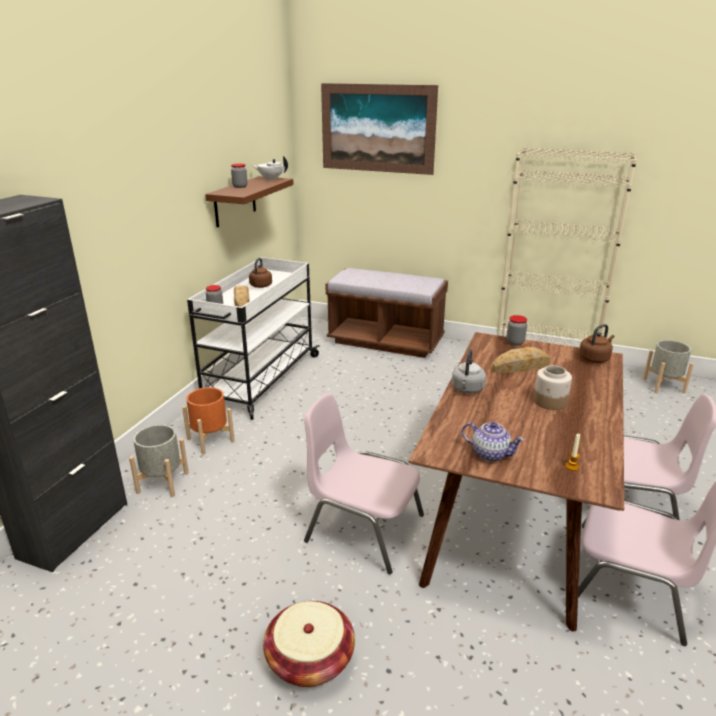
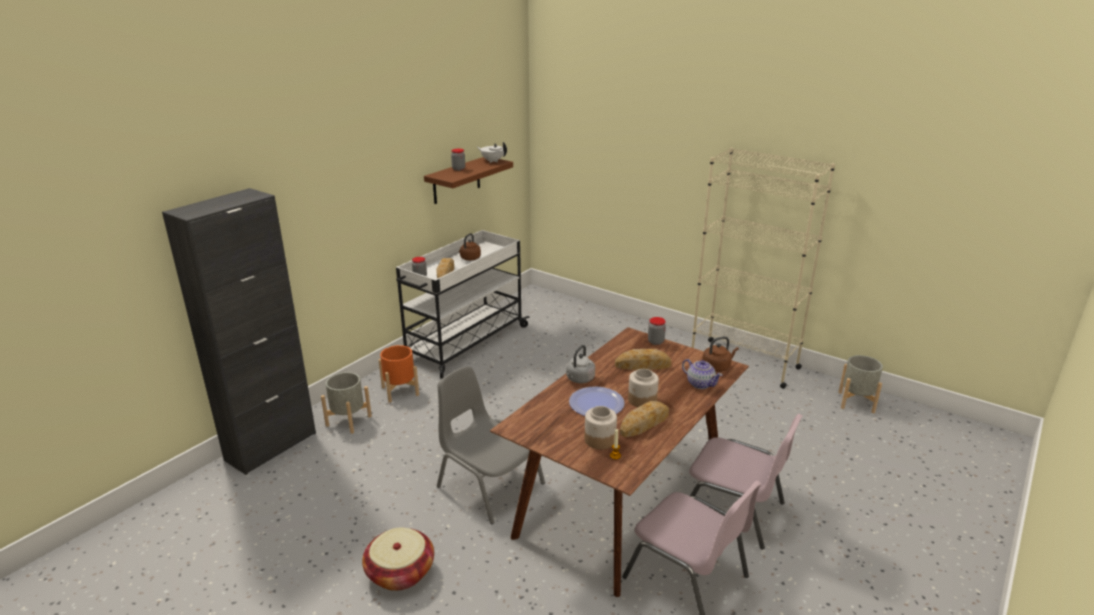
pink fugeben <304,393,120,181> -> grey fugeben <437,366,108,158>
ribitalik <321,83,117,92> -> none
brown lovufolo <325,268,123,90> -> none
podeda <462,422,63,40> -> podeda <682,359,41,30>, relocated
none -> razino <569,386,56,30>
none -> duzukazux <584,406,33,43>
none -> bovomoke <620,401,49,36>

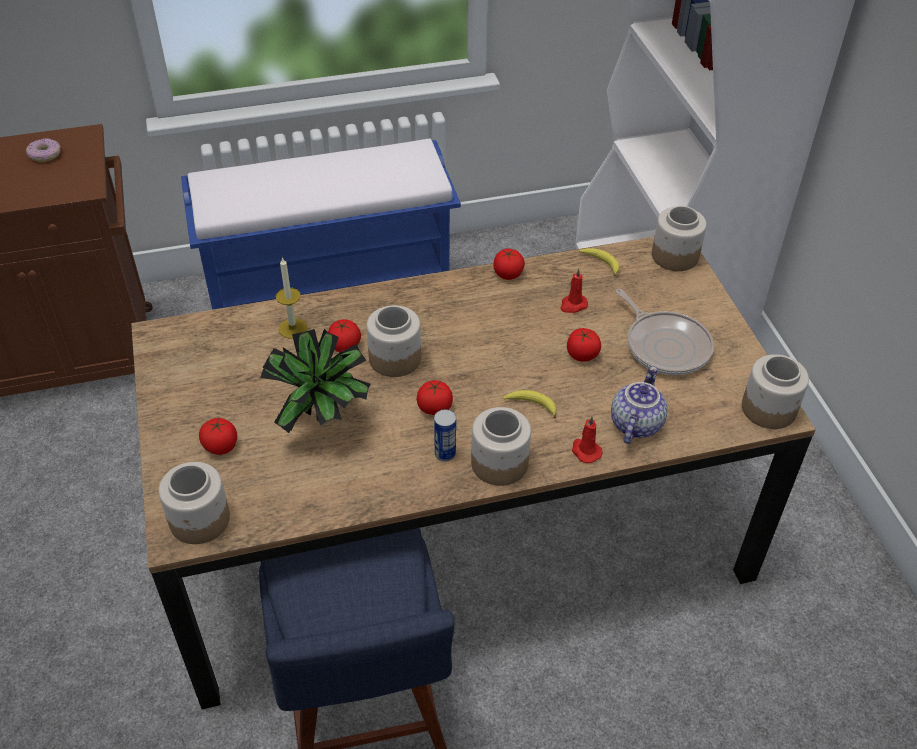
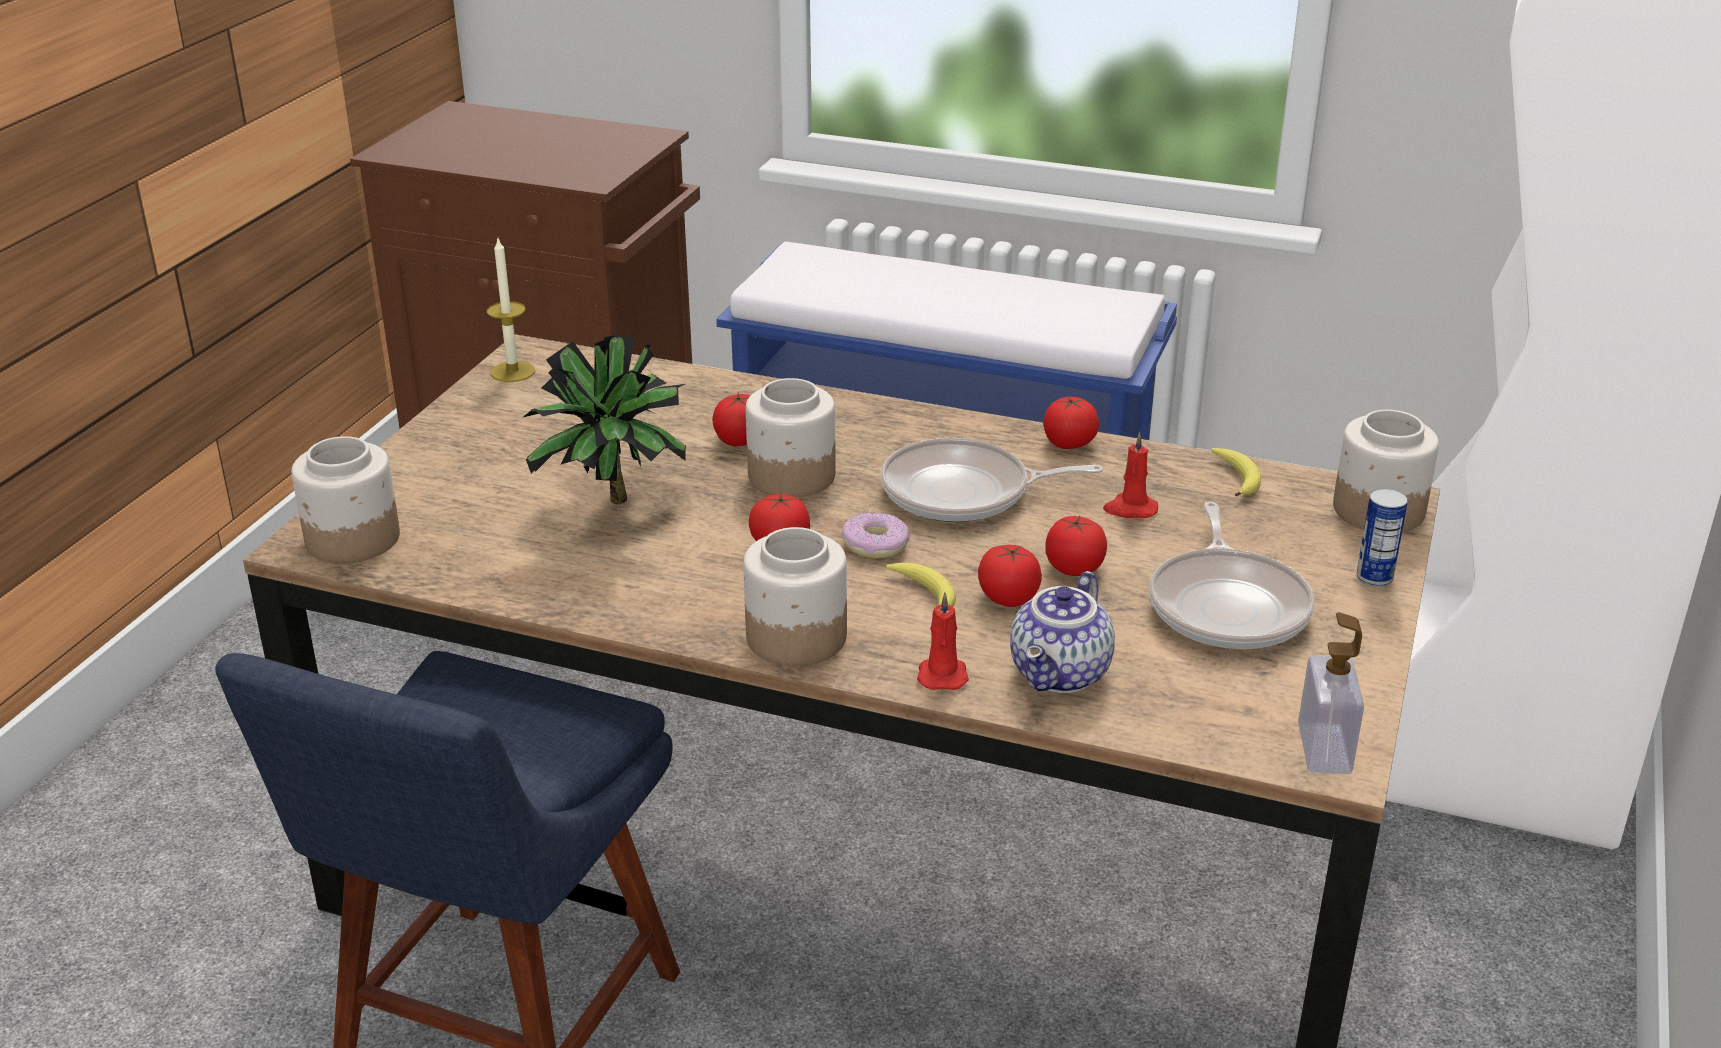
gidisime <26,139,35,23> -> gidisime <841,512,69,46>, relocated
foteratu <199,418,38,37> -> foteratu <978,545,64,62>, relocated
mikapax <276,257,31,81> -> mikapax <487,239,48,143>, relocated
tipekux <434,409,22,53> -> tipekux <1356,488,52,99>, relocated
podeda <611,366,57,78> -> podeda <1010,571,105,122>, 150 degrees clockwise
duzukazux <742,354,67,75> -> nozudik <1298,612,66,162>
none -> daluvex <881,438,222,84>

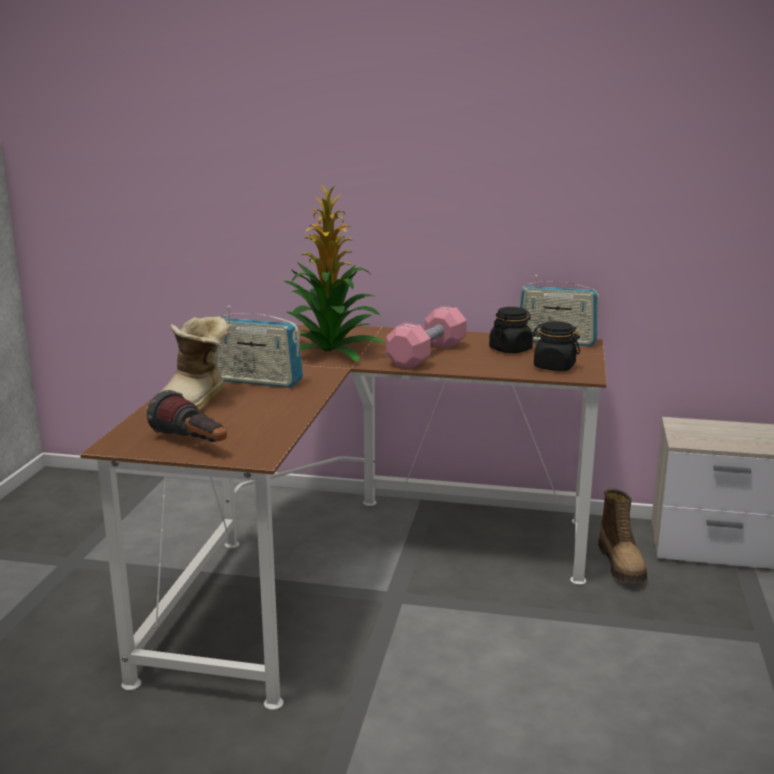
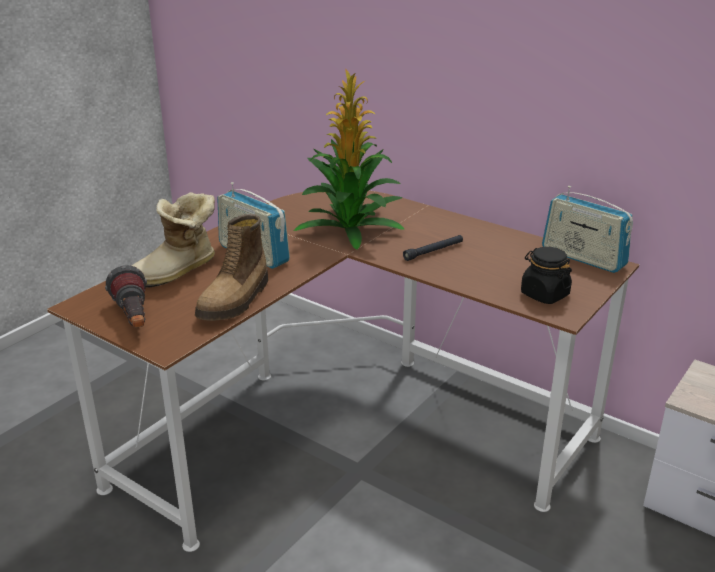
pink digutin <386,306,81,63> -> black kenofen <403,235,60,26>
black duzukazux <489,307,44,47> -> none
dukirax <598,488,49,95> -> dukirax <195,214,73,107>, relocated

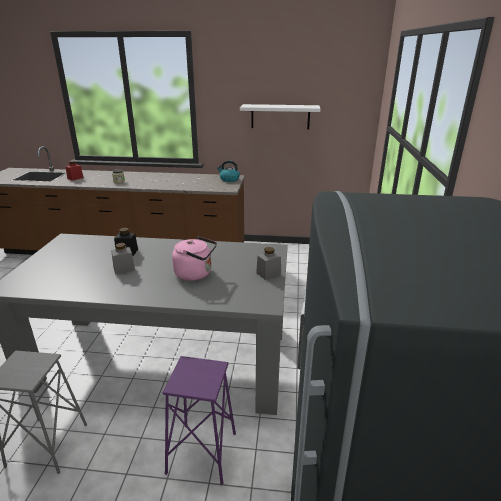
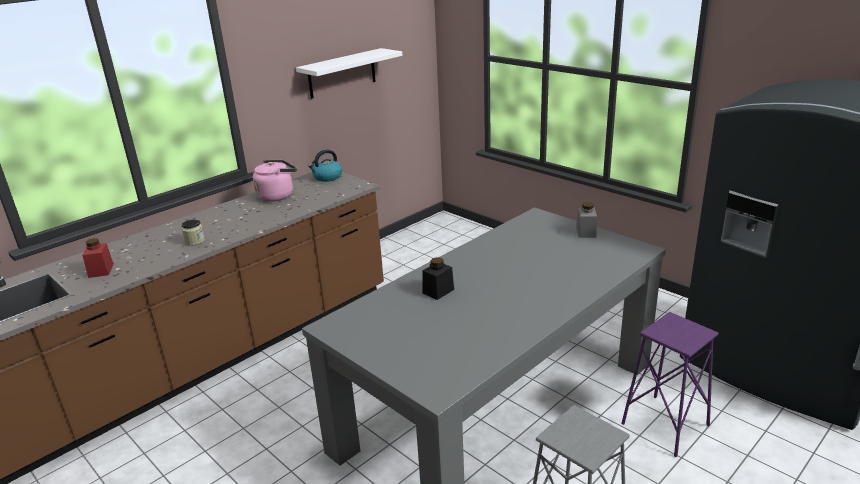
grey duzukazux <111,243,24,32> -> none
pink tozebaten <172,236,45,45> -> pink tozebaten <253,160,44,42>, relocated

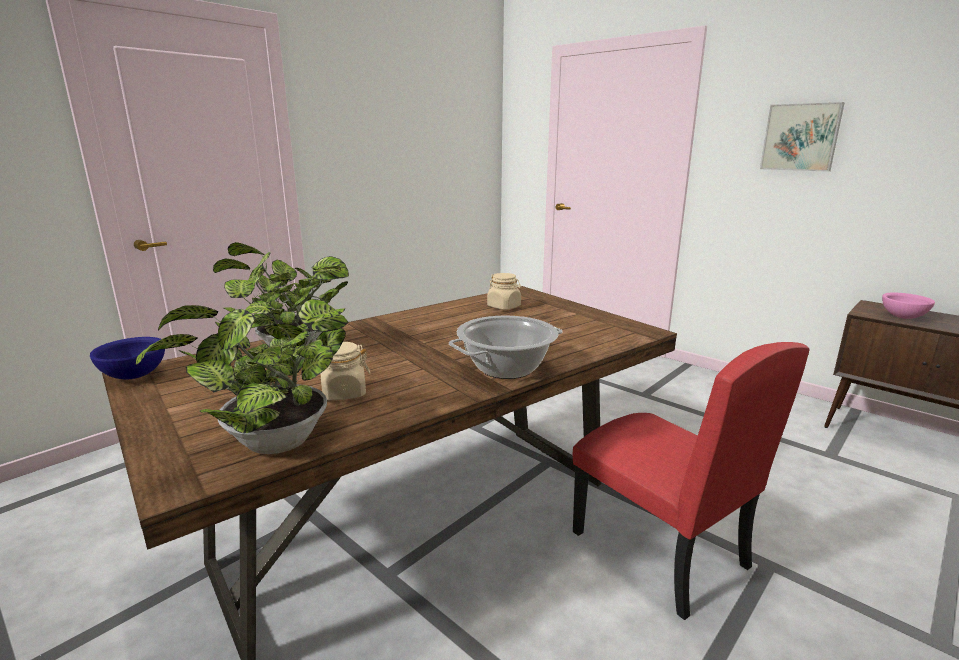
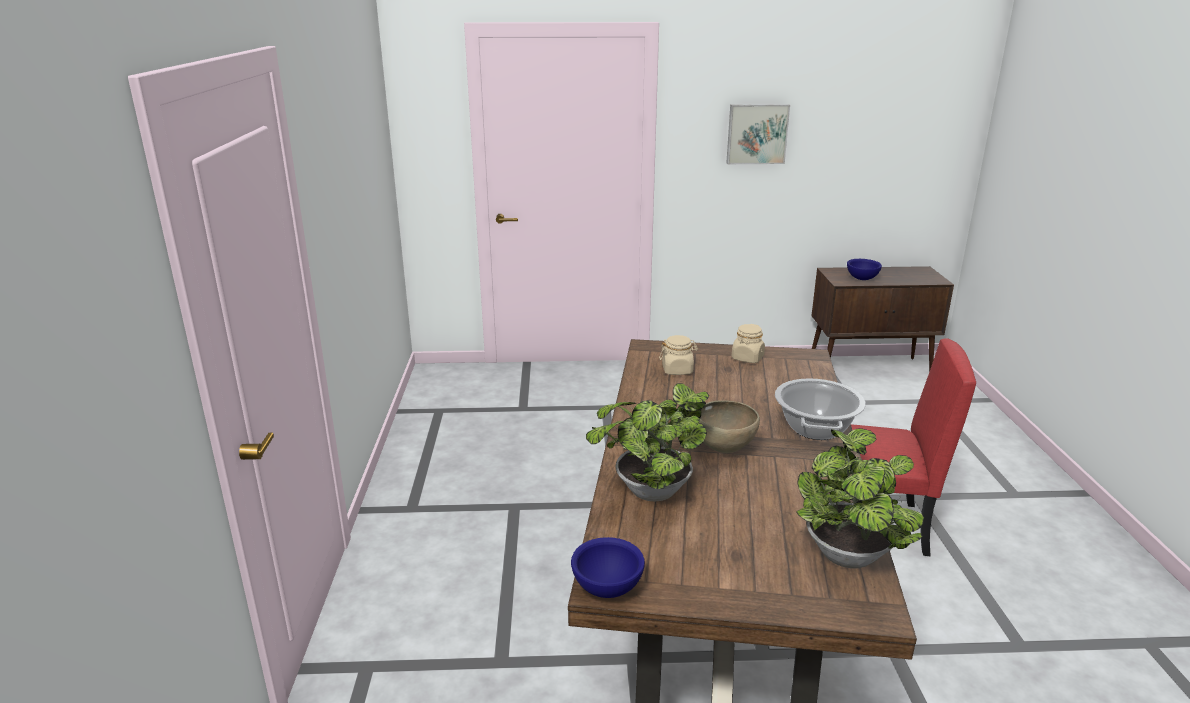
beige duzukazux <321,342,49,59> -> beige duzukazux <732,324,33,39>, relocated
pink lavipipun <882,292,53,27> -> blue lavipipun <847,259,35,21>
none -> brown lavipipun <699,400,61,53>

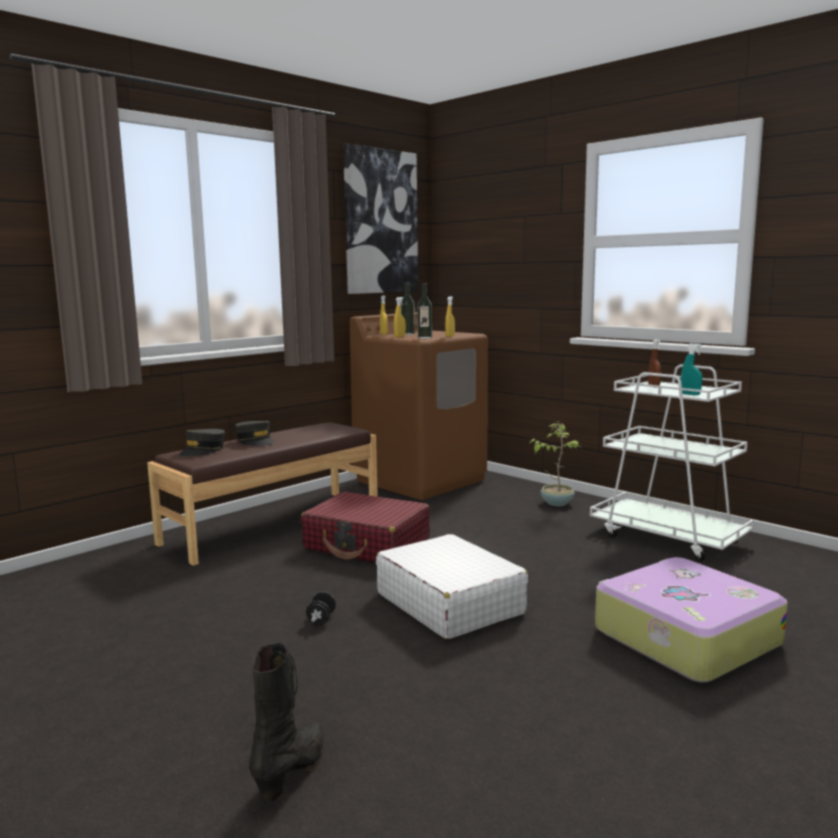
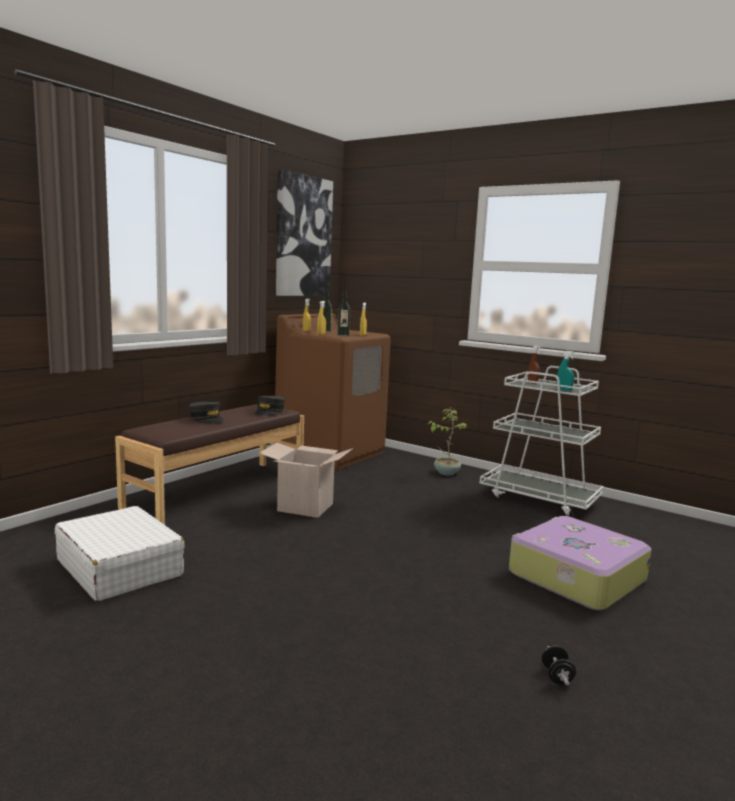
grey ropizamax <178,429,47,27> -> grey ropizamax <254,396,31,20>, relocated
black dukirax <249,642,75,160> -> none
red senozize <301,491,129,72> -> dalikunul <259,443,94,75>
black digutin <306,592,30,32> -> black digutin <542,645,34,41>, relocated
white senozize <376,534,153,105> -> white senozize <55,506,130,95>, relocated

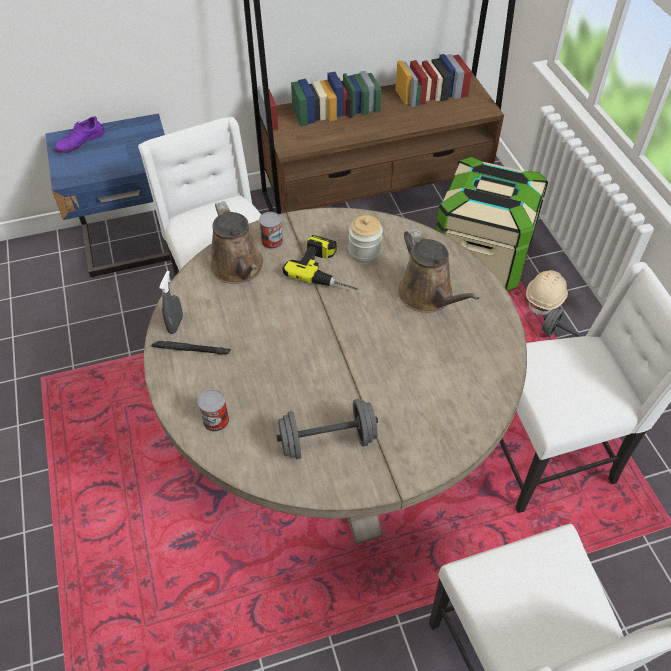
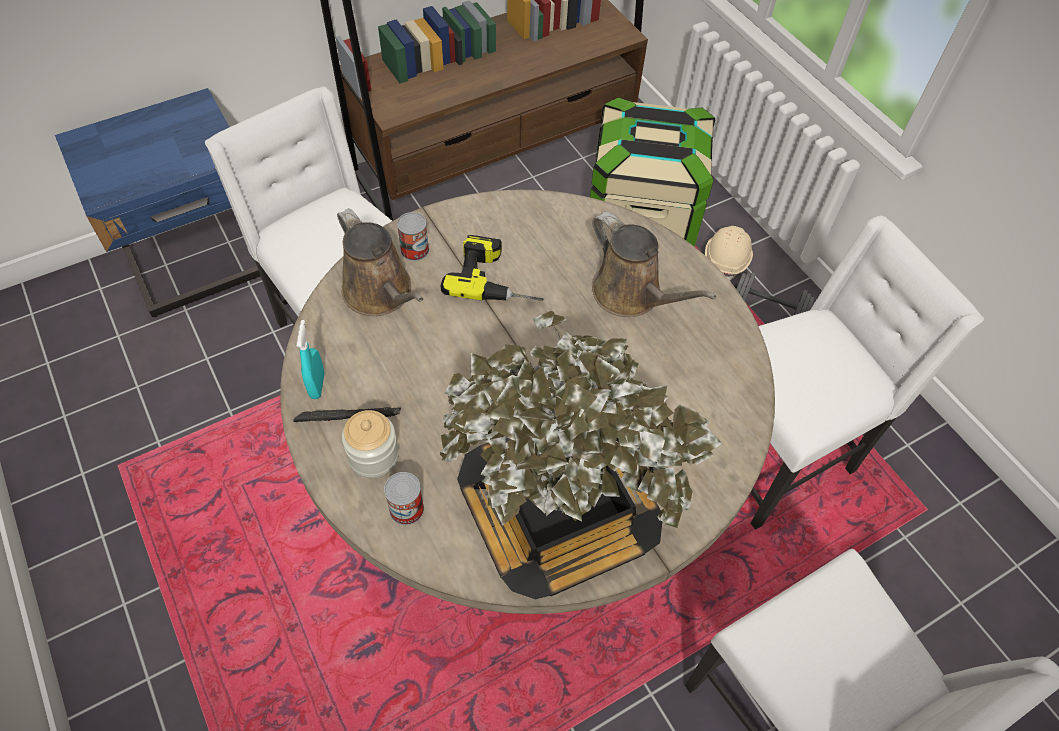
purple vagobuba <54,116,51,37> -> none
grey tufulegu <159,271,24,63> -> turquoise tufulegu <296,320,28,79>
grey digutin <276,399,102,60> -> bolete <439,311,283,288>
duzukazux <348,215,35,48> -> duzukazux <342,410,57,68>, relocated

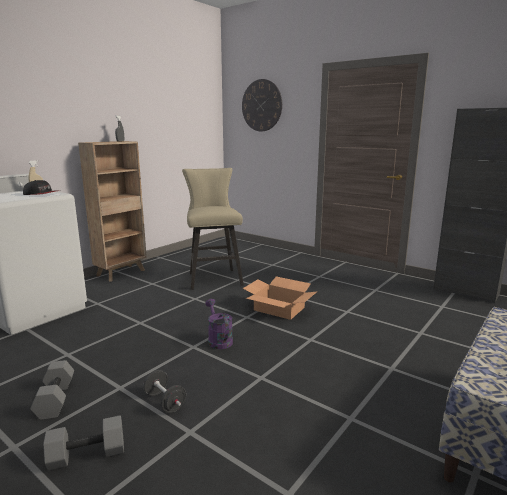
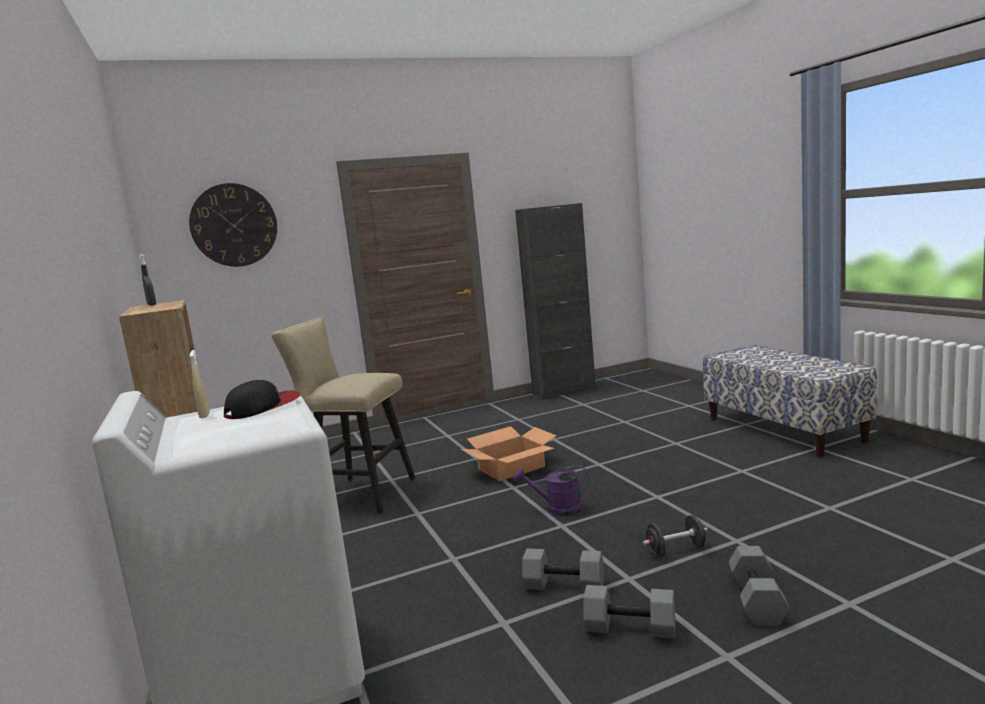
none -> grey digutin <522,549,82,43>

